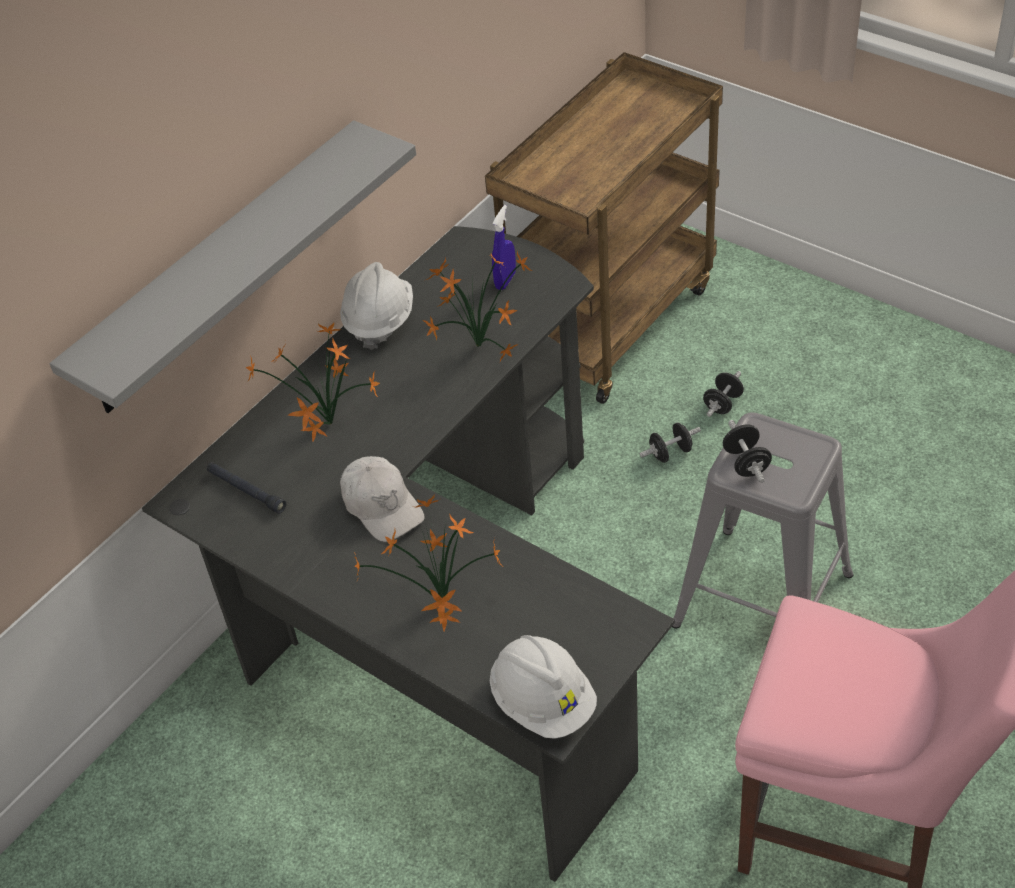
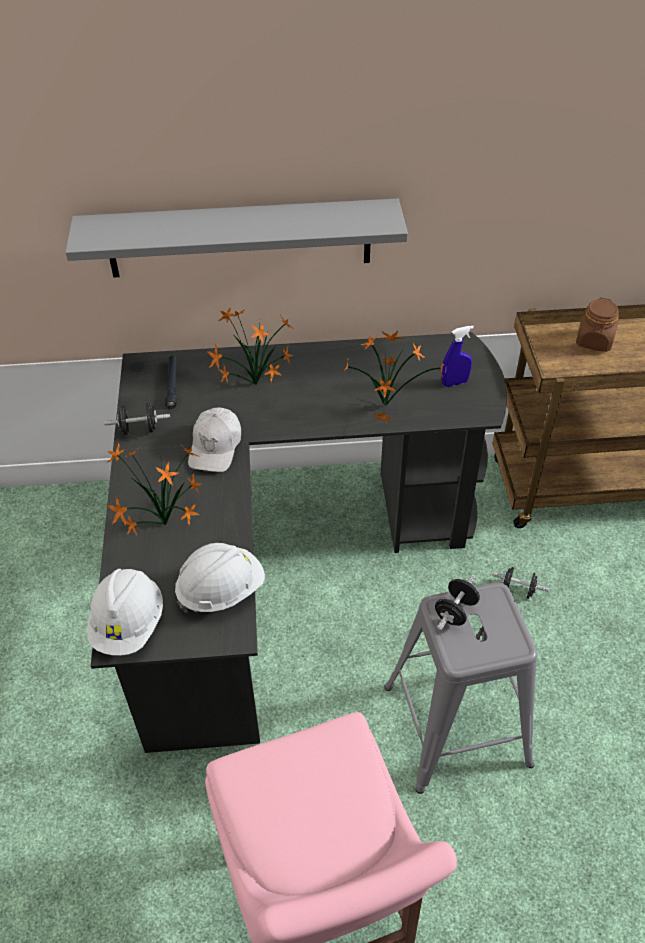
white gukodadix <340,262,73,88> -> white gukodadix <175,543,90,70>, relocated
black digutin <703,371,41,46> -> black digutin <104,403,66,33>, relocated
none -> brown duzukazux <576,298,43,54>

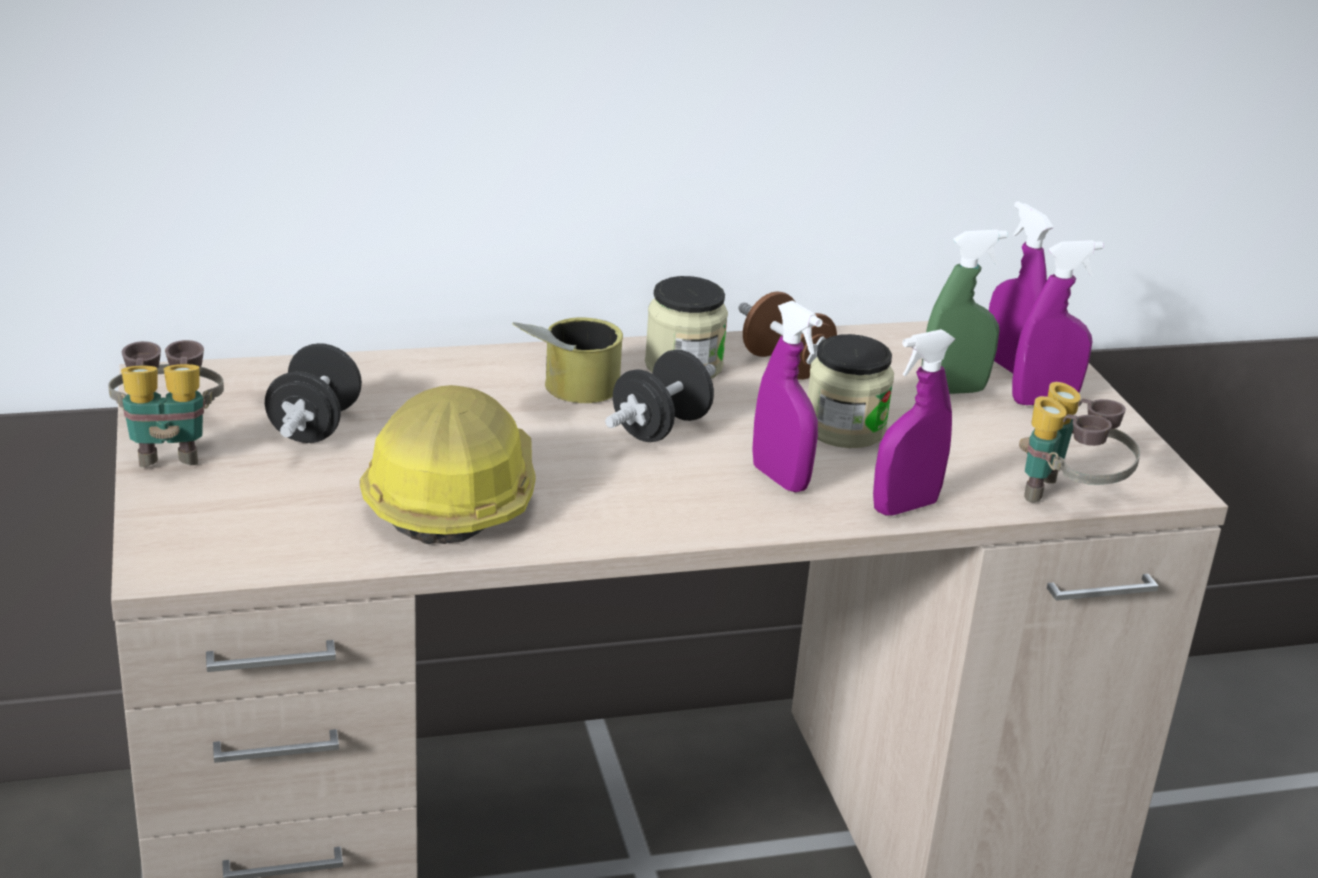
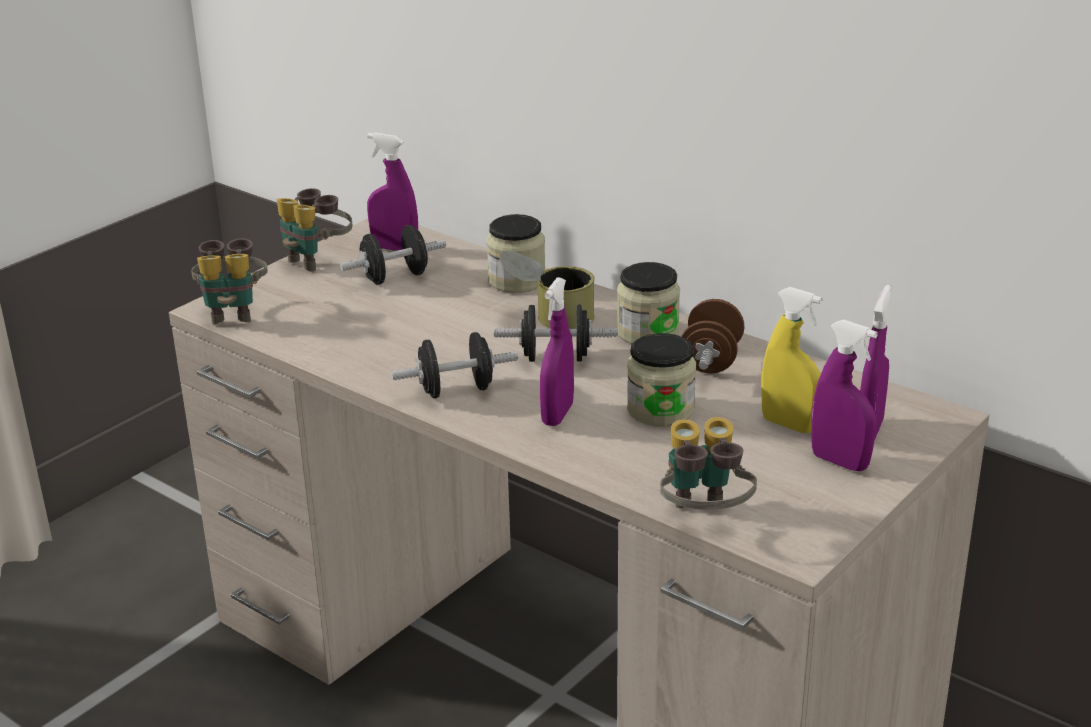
gukodadix <360,385,175,159> -> none
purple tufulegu <873,329,82,186> -> purple tufulegu <367,133,51,118>, relocated
green tufulegu <921,229,87,165> -> yellow tufulegu <761,287,62,146>
none -> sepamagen <191,239,77,85>
none -> black digutin <391,332,127,66>
none -> duzukazux <487,214,58,79>

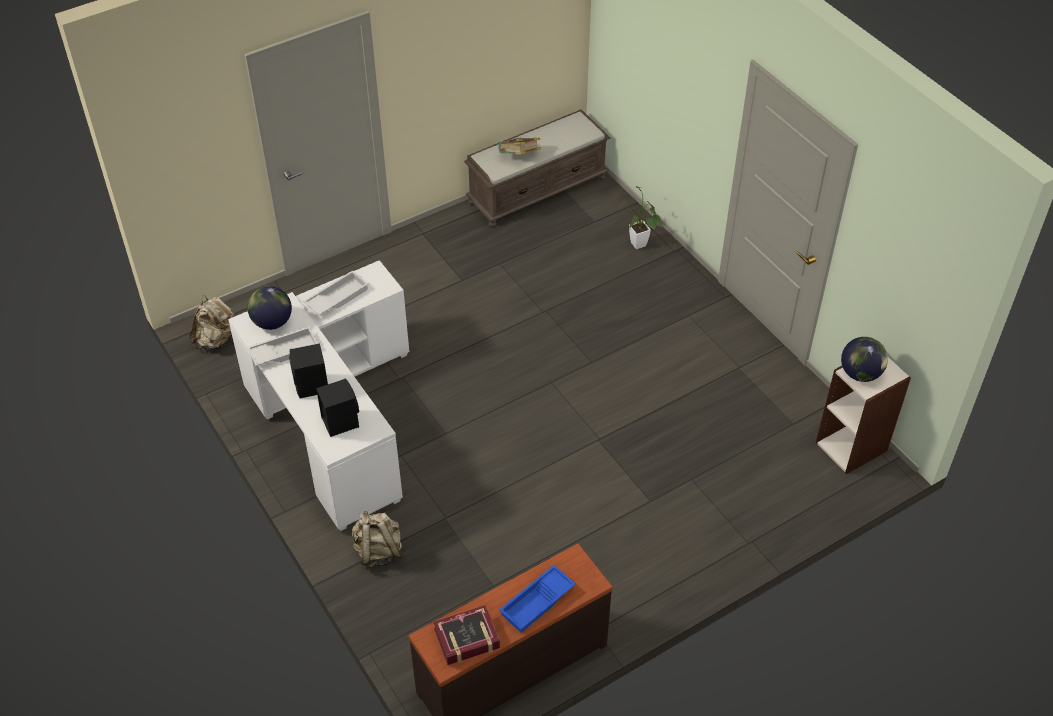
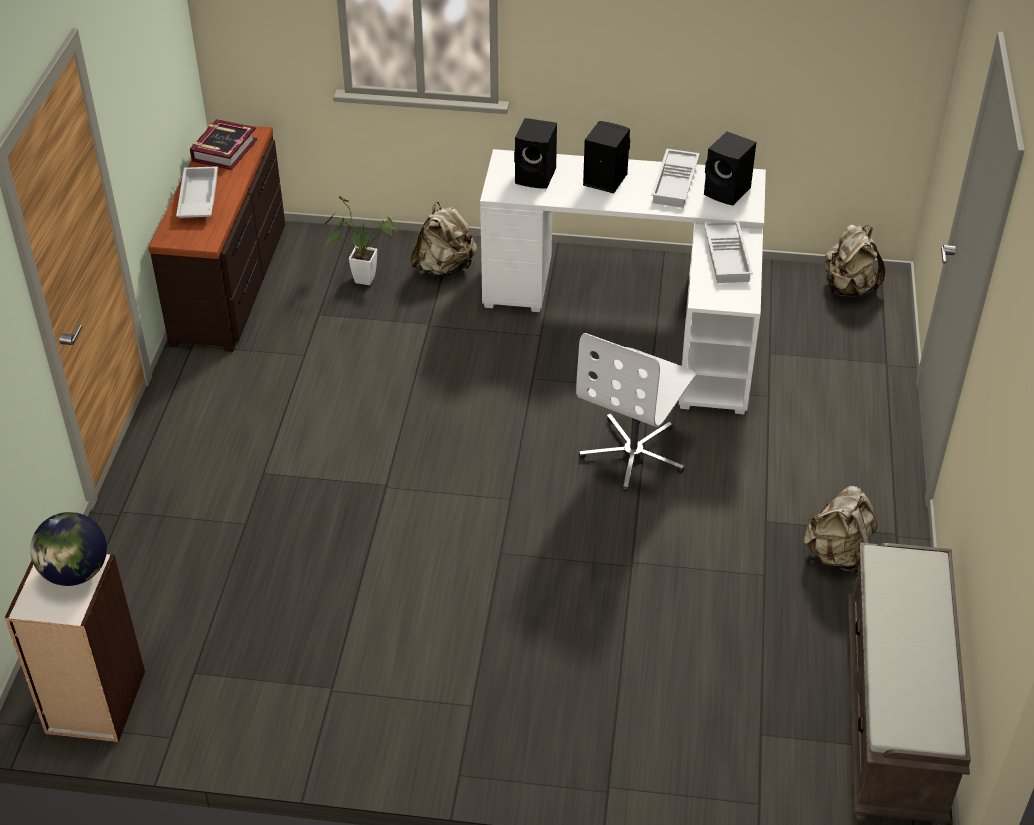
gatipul <248,286,44,44> -> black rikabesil <704,131,52,74>
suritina <498,138,43,16> -> none
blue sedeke <499,565,77,68> -> white sedeke <176,166,42,52>
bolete <619,186,43,63> -> bolete <325,196,72,89>, relocated
none -> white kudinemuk <576,333,120,159>
none -> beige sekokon <804,486,73,89>

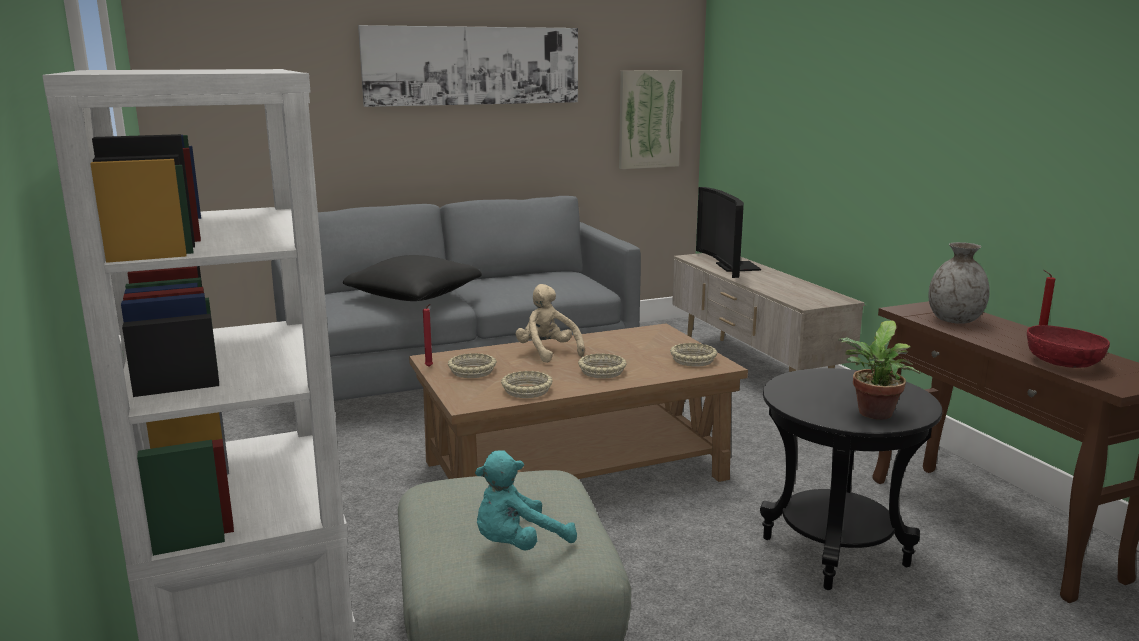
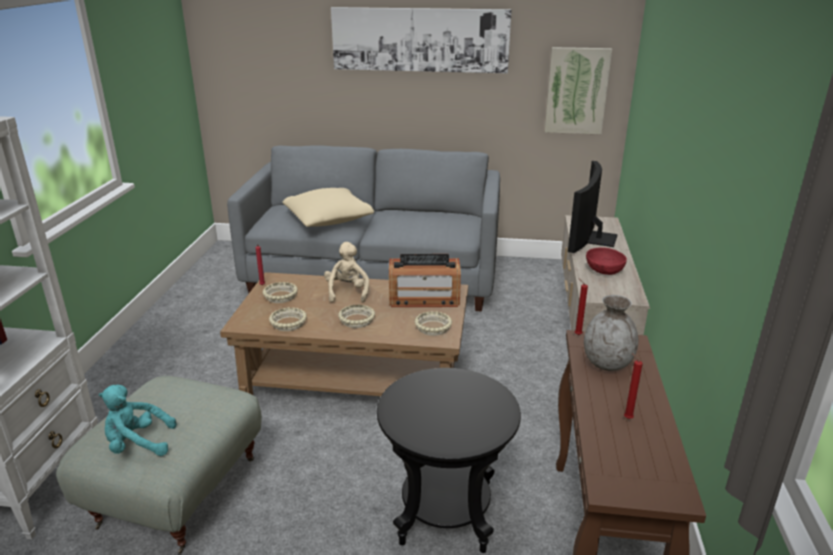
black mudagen <343,255,139,46> -> beige mudagen <283,188,91,39>
bolete <838,320,82,99> -> none
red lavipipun <1027,325,83,43> -> red lavipipun <586,247,41,28>, relocated
none -> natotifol <389,254,72,53>
none -> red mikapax <575,279,13,56>

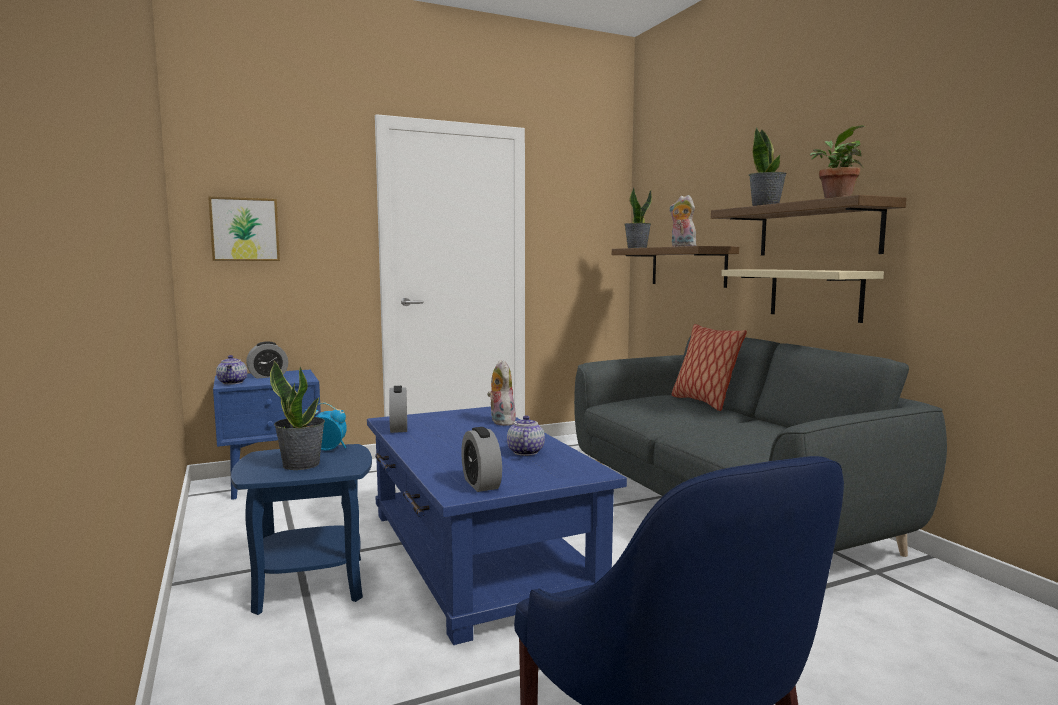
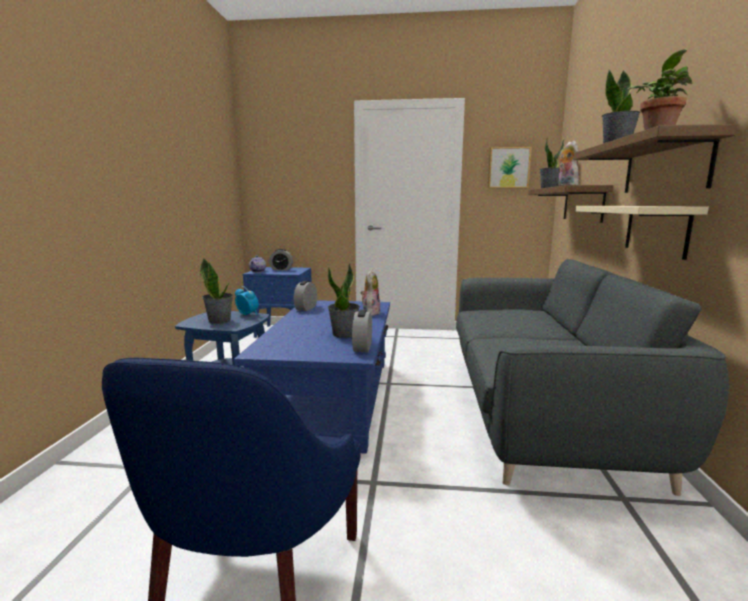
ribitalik <208,196,72,65> -> ribitalik <488,147,44,41>, relocated
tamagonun <461,427,41,65> -> tamagonun <352,310,20,42>, relocated
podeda <507,416,38,40> -> bolete <328,263,32,75>
mudagen <672,324,75,87> -> none

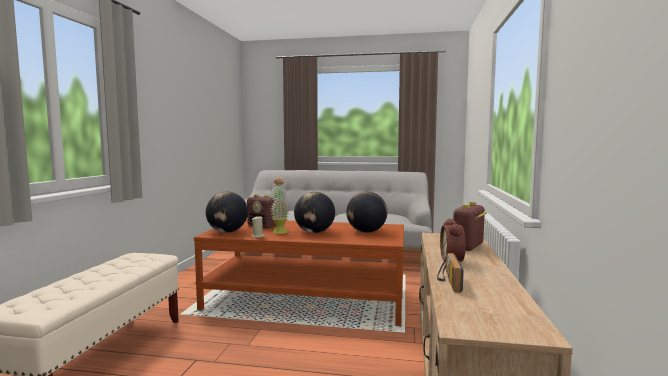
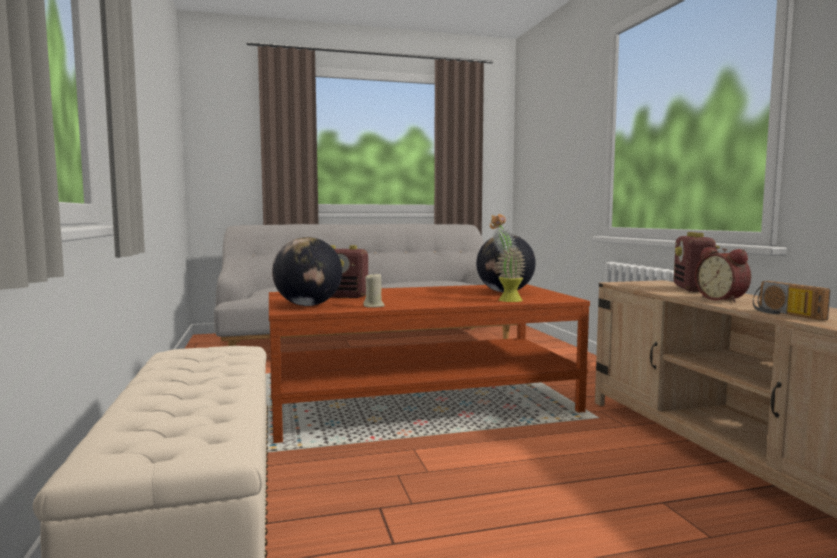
bolete <270,177,20,57> -> bolete <490,214,36,88>, relocated
gatipul <294,192,41,41> -> none

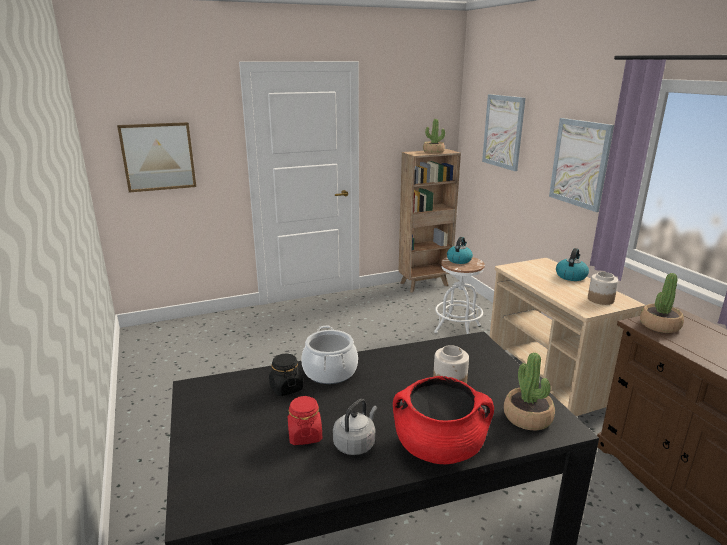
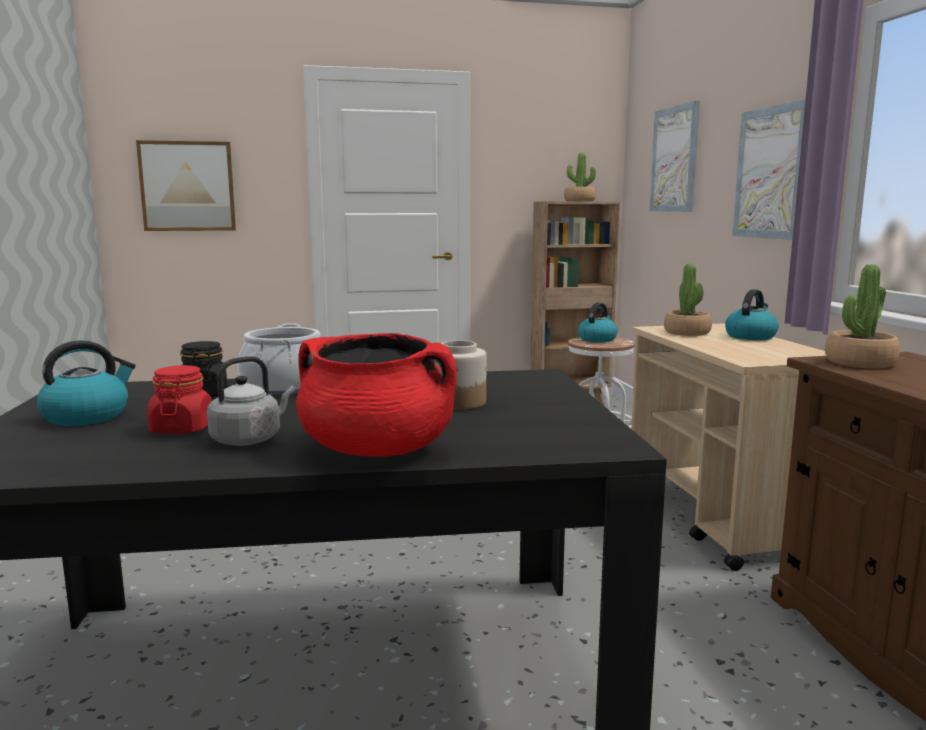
bolete <504,352,51,78> -> bolete <664,263,48,73>, relocated
duzukazux <588,272,30,33> -> none
none -> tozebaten <36,340,100,86>

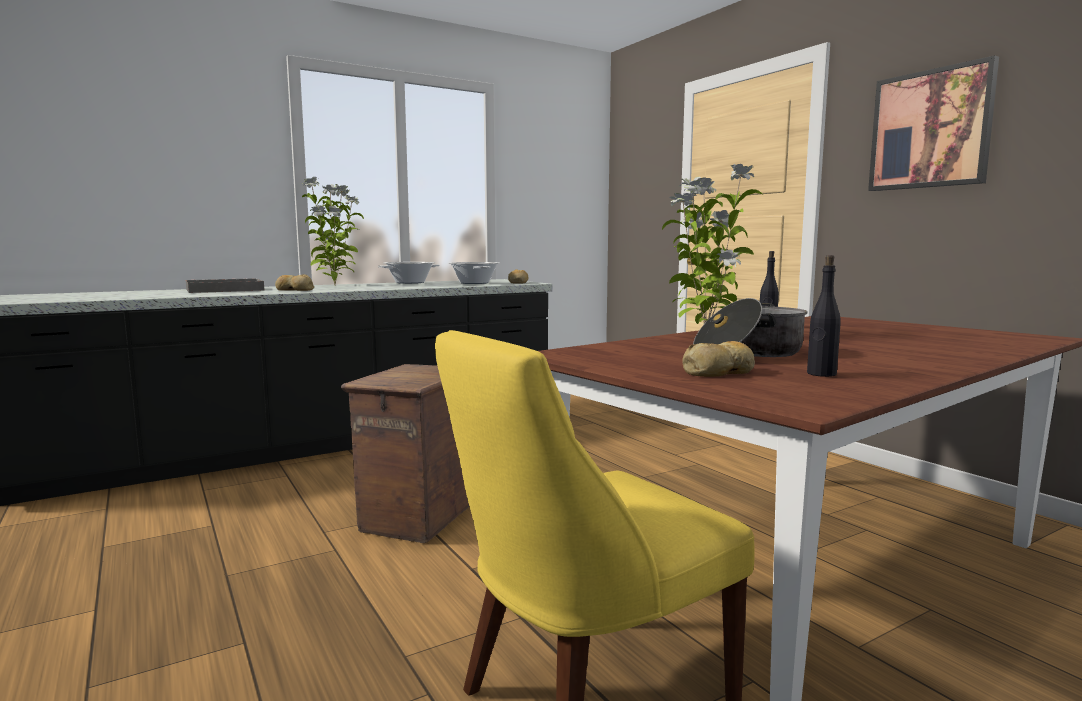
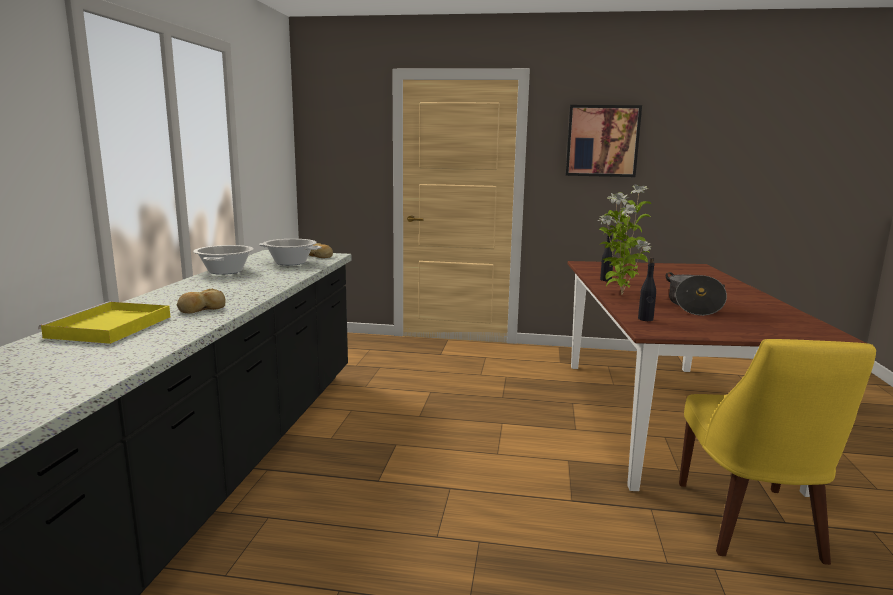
grey sedeke <186,278,78,15> -> yellow sedeke <38,301,132,43>
bolete <302,177,62,109> -> none
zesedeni <341,364,129,179> -> none
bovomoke <682,341,73,36> -> none
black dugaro <807,255,34,122> -> black dugaro <638,257,18,64>, relocated

